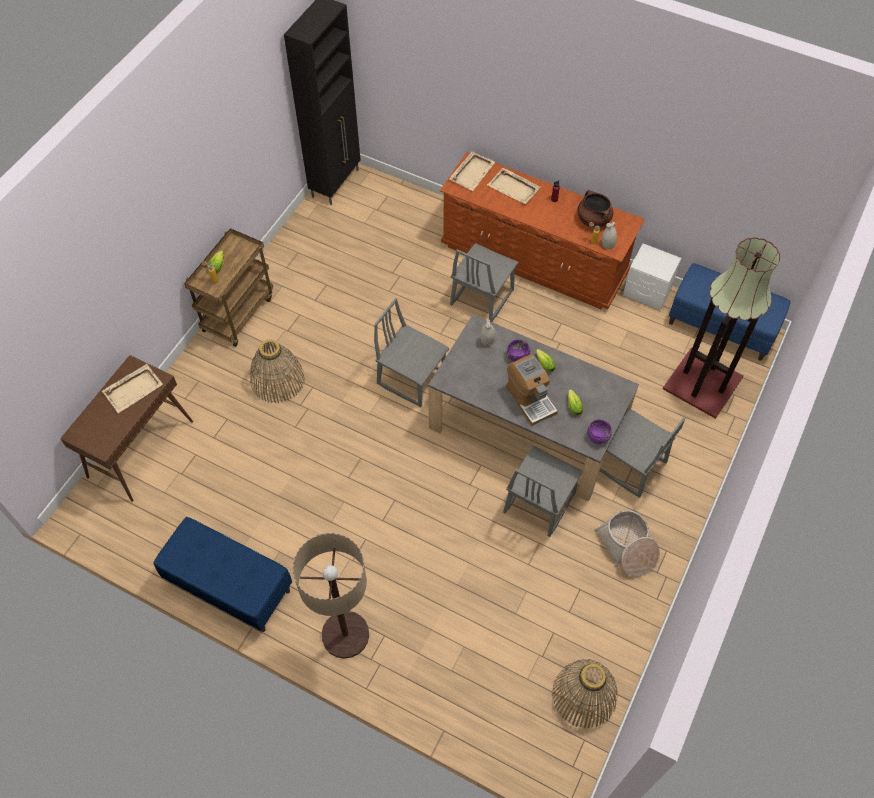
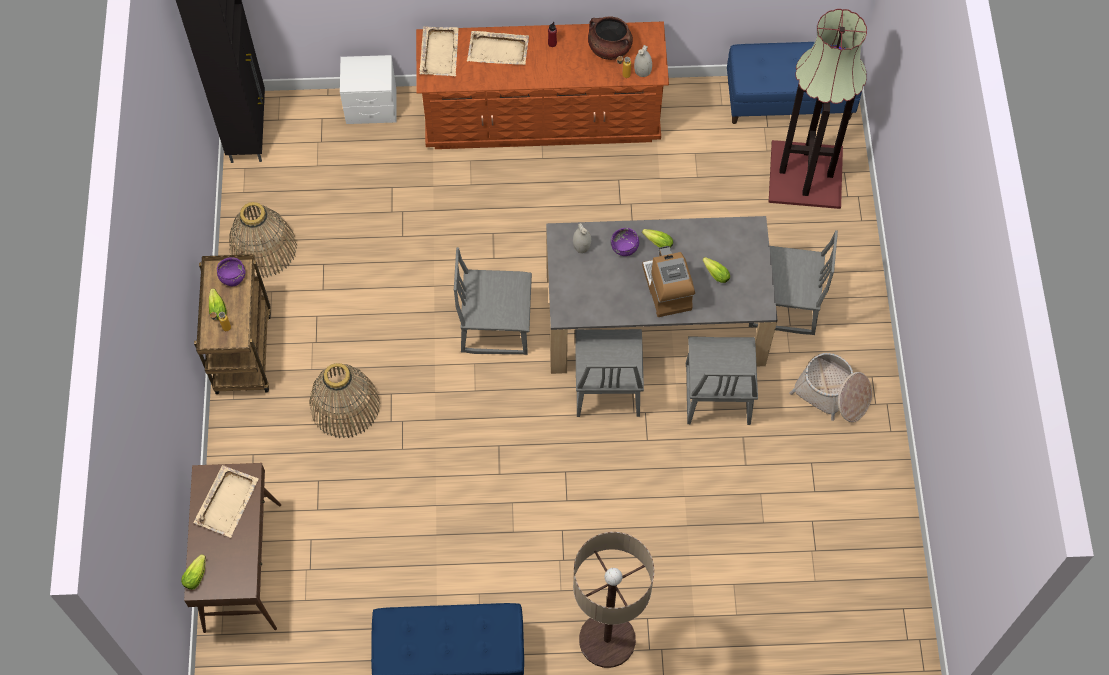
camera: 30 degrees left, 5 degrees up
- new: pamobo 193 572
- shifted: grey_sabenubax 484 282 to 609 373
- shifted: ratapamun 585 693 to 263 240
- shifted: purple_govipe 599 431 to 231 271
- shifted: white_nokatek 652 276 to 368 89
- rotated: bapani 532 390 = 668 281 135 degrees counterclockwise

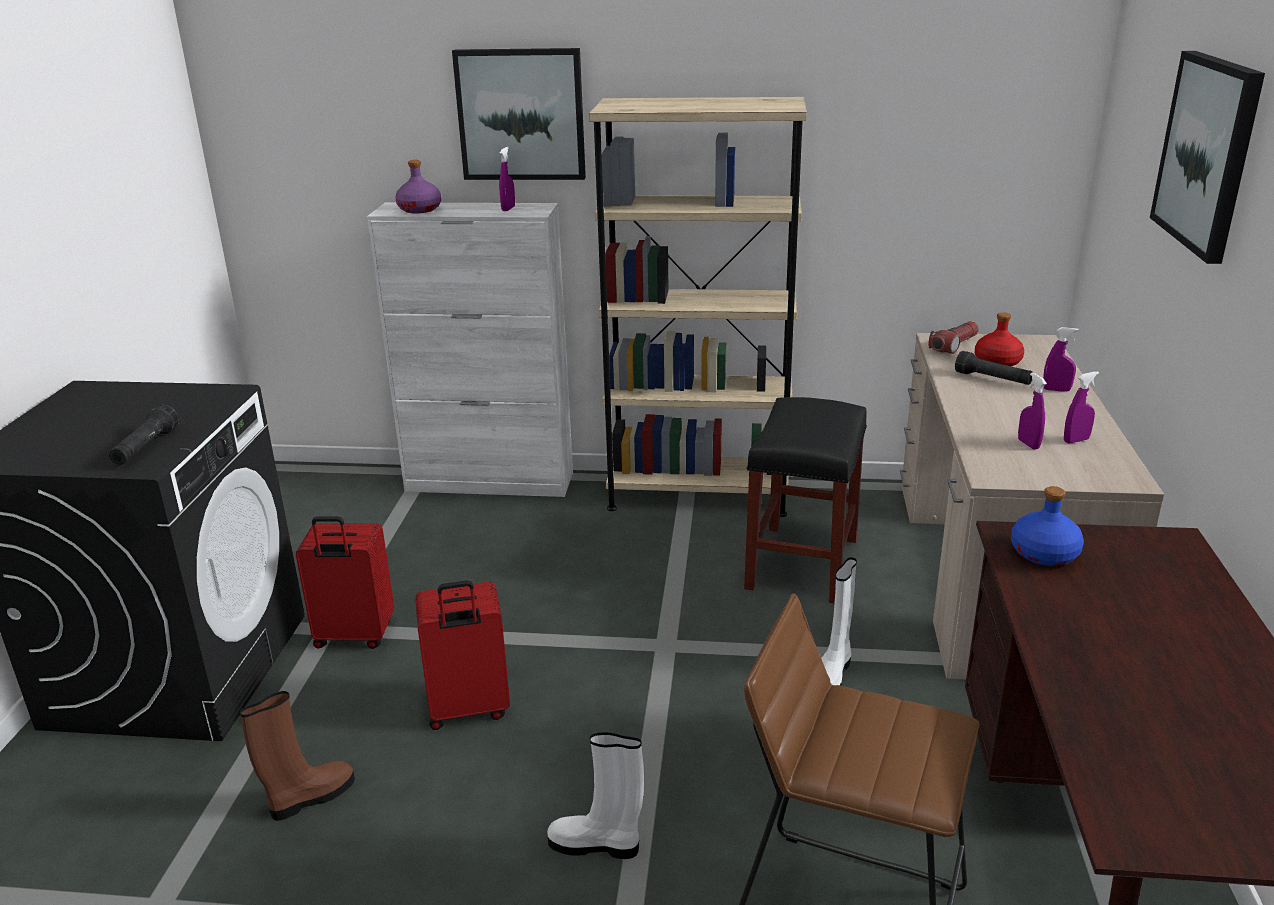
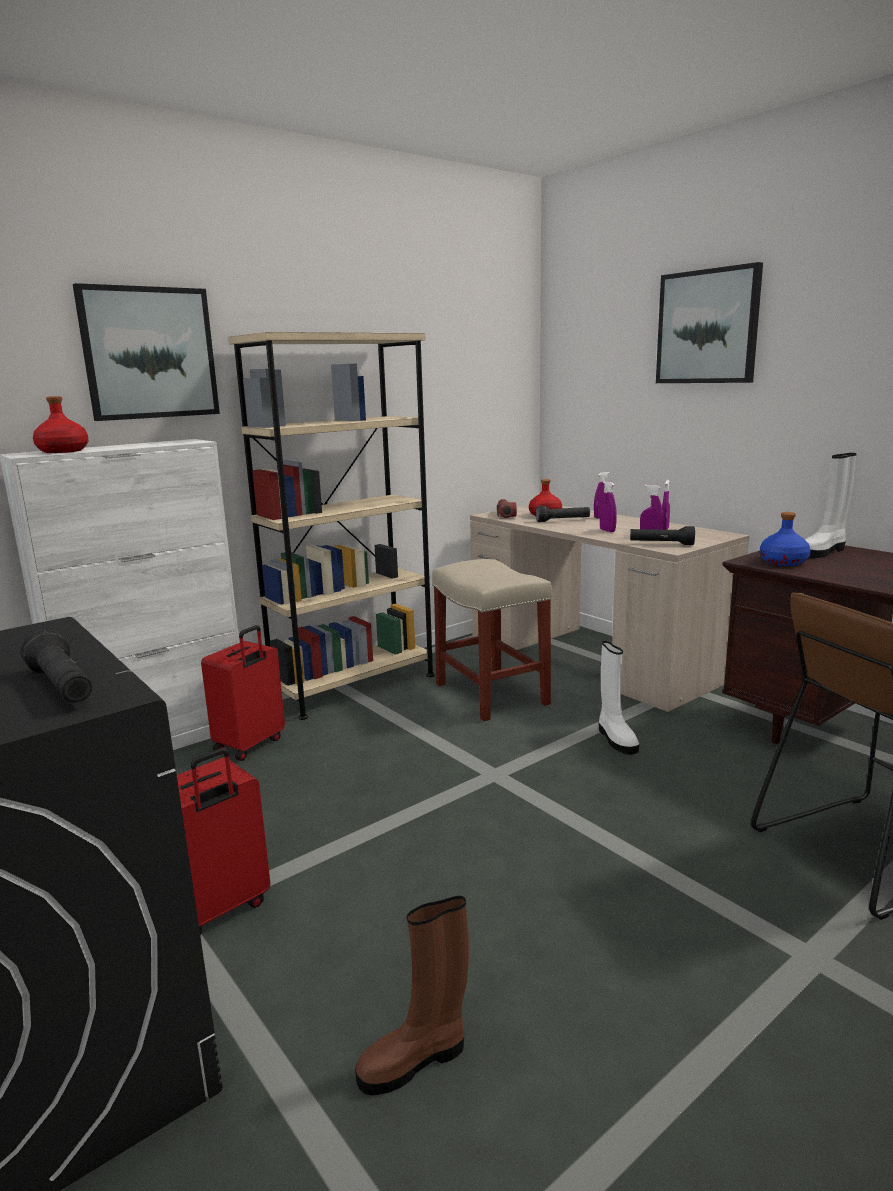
camera: 45 degrees left, 10 degrees down
- new: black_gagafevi 662 535
- shifted: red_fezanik 462 655 to 243 693
- shifted: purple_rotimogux 507 179 to 608 506
- shifted: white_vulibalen 595 795 to 831 505
- repainted: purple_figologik 418 186 to red_figologik 61 424
- repainted: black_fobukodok 805 500 to beige_fobukodok 492 640
- rotated: brown_vulibalen 297 756 = 412 995 120 degrees counterclockwise

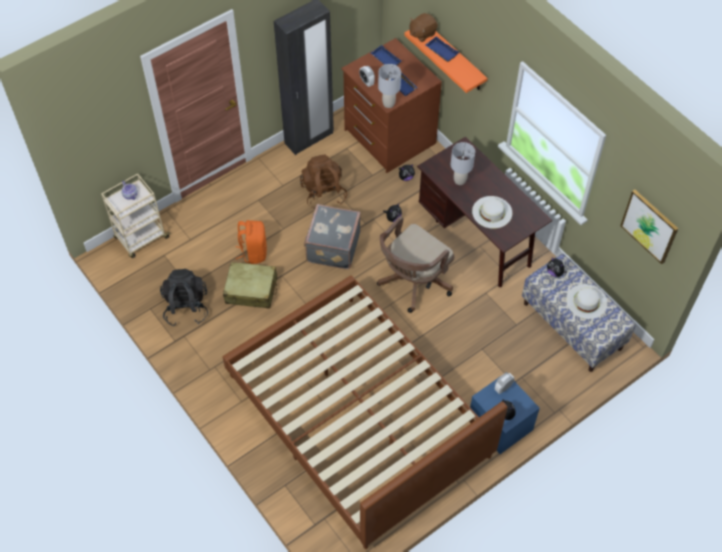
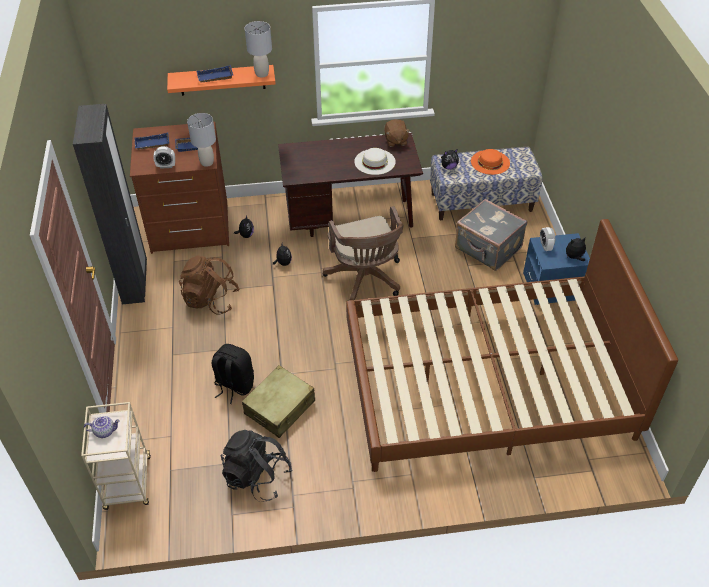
camera: 60 degrees left, 10 degrees down
- gone: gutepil 649 226
- shifted: grey_fezanik 332 236 to 491 235
- shifted: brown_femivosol 423 27 to 397 133
- shifted: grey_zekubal 463 163 to 258 49
- repainted: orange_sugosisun 251 242 to black_sugosisun 233 374
- repainted: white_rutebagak 586 301 to orange_rutebagak 490 162

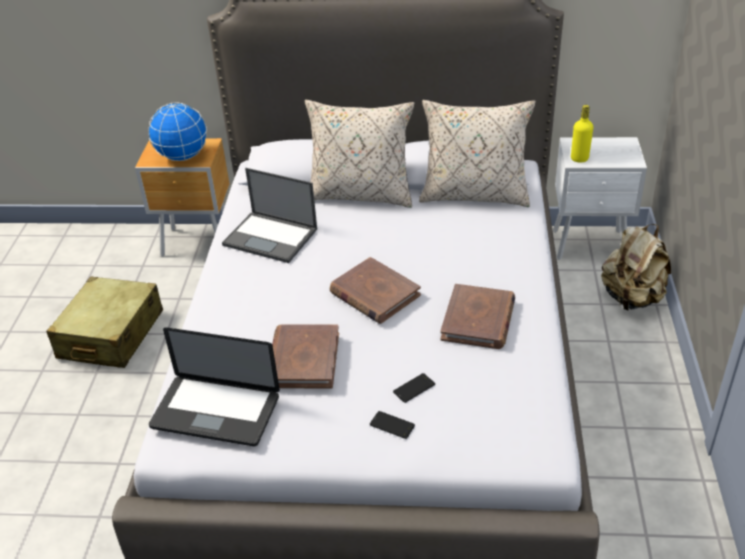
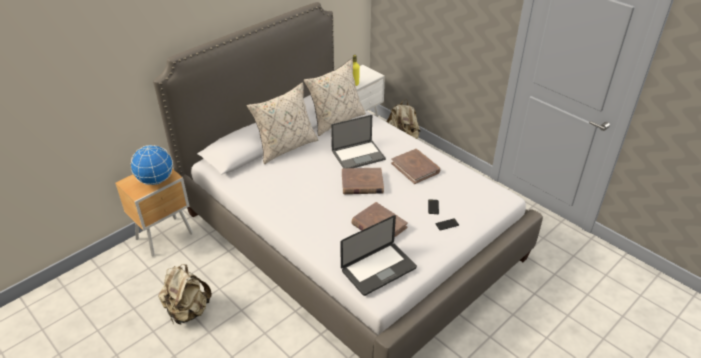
camera: 50 degrees left, 0 degrees up
- shifted: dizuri 269 215 to 358 142
- swapped: beige_fezanik 104 322 to beige_sugosisun 185 294

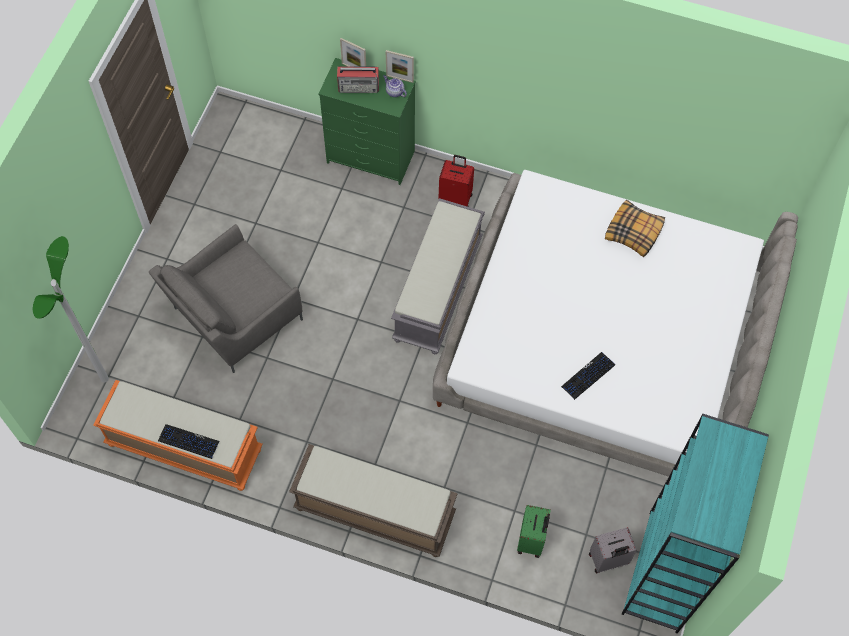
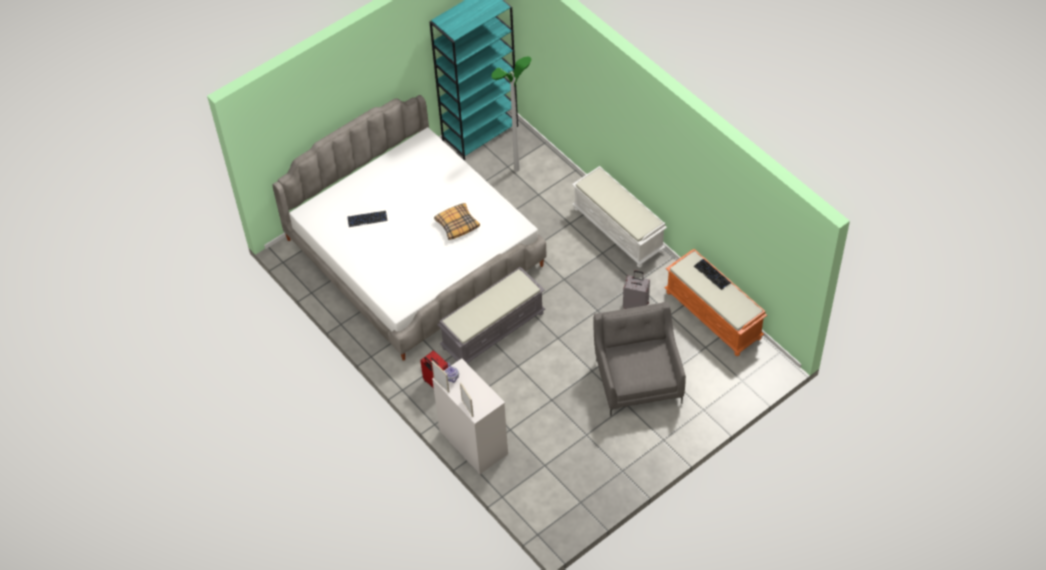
camera: 145 degrees left, 10 degrees down
- gone: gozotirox 358 79
- gone: green_fezanik 534 531
- shifted: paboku 71 309 to 511 114
- shifted: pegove 588 376 to 367 219
- shifted: grey_fezanik 613 550 to 636 289
- shifted: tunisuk 635 228 to 457 221
- repainted: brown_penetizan 373 500 to white_penetizan 619 217
- repainted: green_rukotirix 367 121 to white_rukotirix 470 416
- rotated: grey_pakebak 226 298 = 639 359 90 degrees counterclockwise

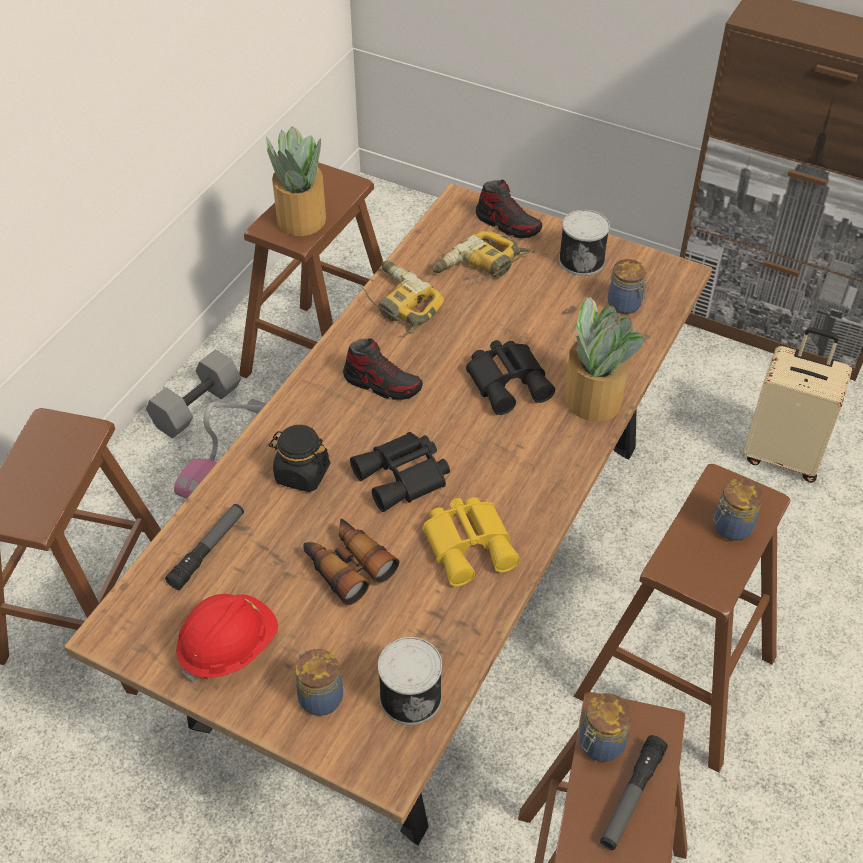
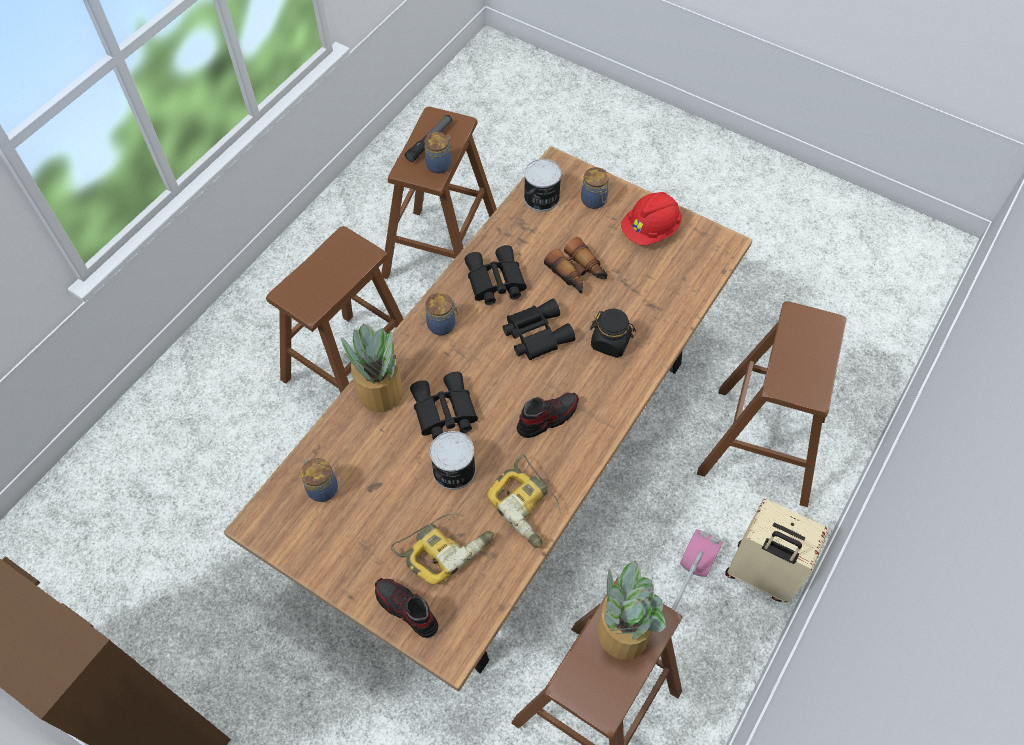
camera: 175 degrees left, 10 degrees up
- gone: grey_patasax 193 394
- gone: gagafevi 204 547
- shifted: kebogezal 584 243 to 453 460
- shifted: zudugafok 738 509 to 441 314
- shifted: beige_fezanik 797 405 to 777 551
- repainted: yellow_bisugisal 471 542 to black_bisugisal 495 275
- rotated: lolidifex 383 369 = 548 415 120 degrees clockwise

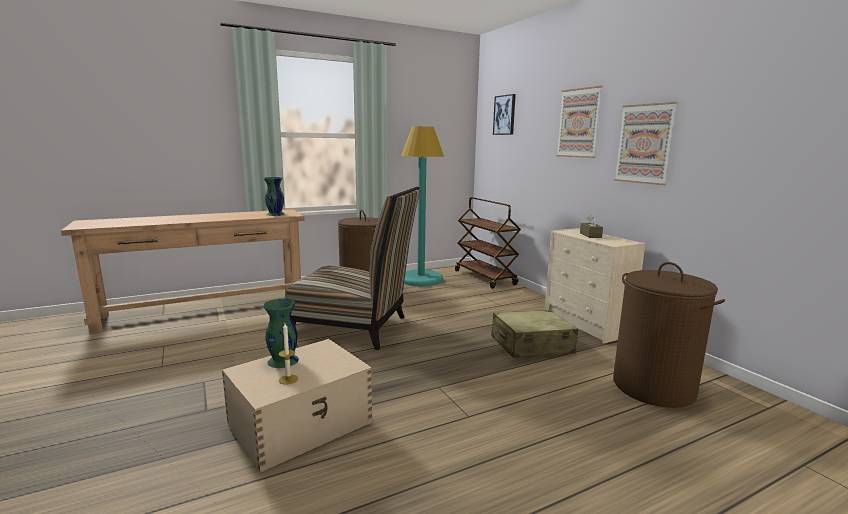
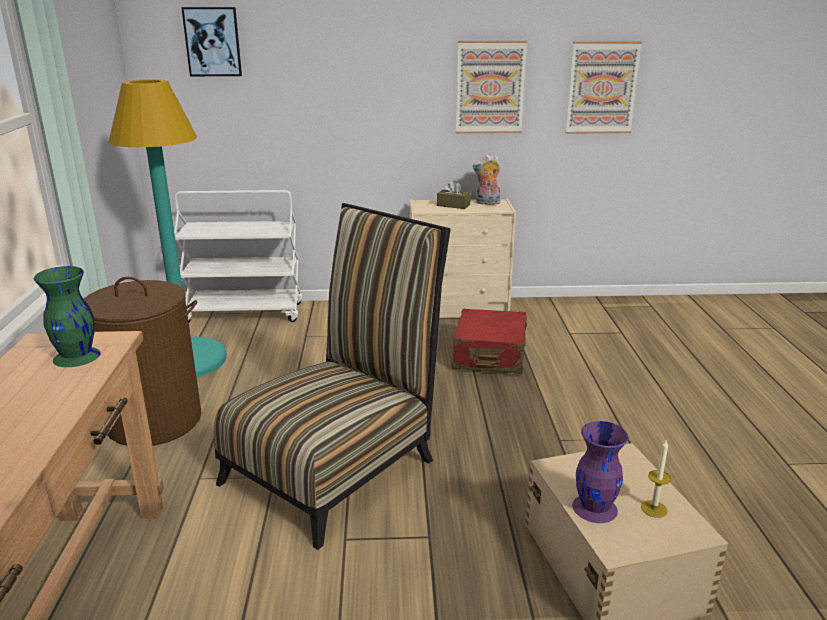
camera: 65 degrees left, 10 degrees up
- gone: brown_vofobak 669 335
- new: femivosol 487 179
- shifted: gutepil 579 122 to 603 87
- repainted: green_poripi 281 333 to purple_poripi 600 472
- repainted: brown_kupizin 488 243 to white_kupizin 238 256
- repainted: beige_fezanik 534 334 to red_fezanik 490 341

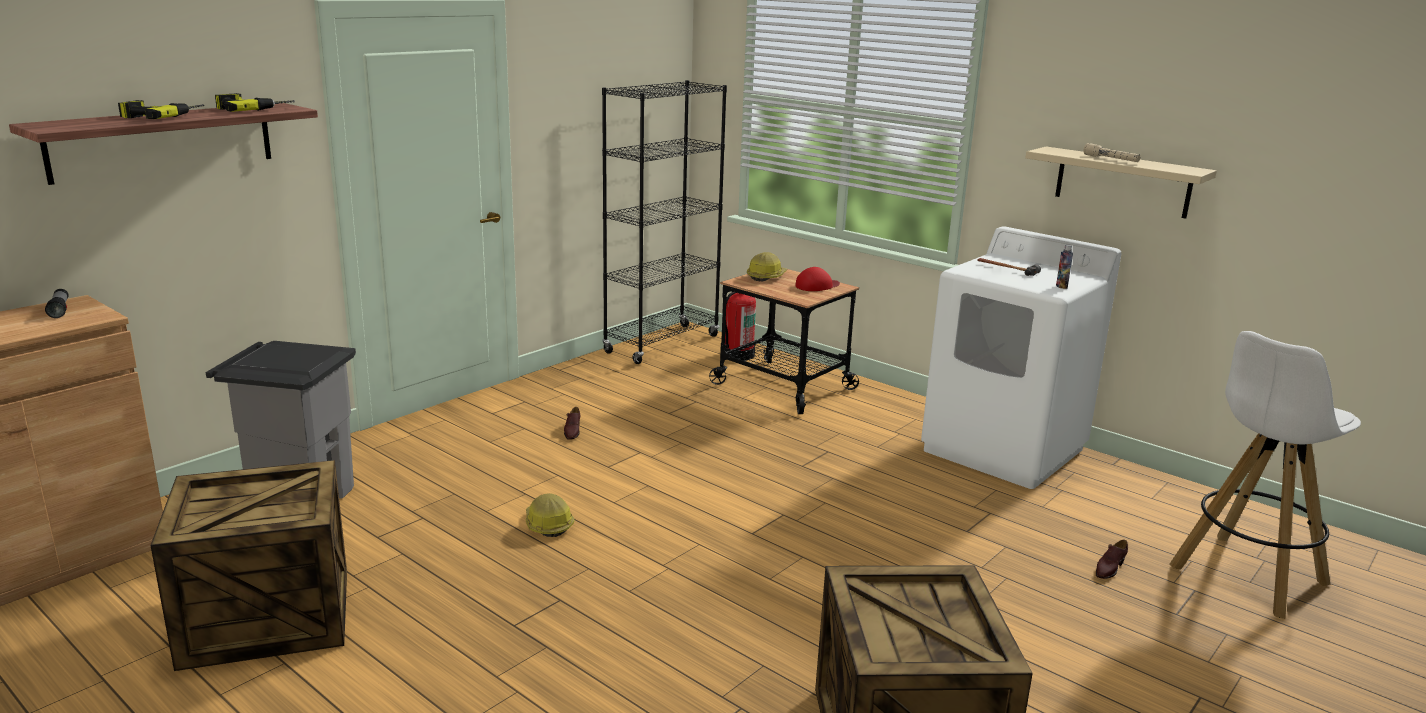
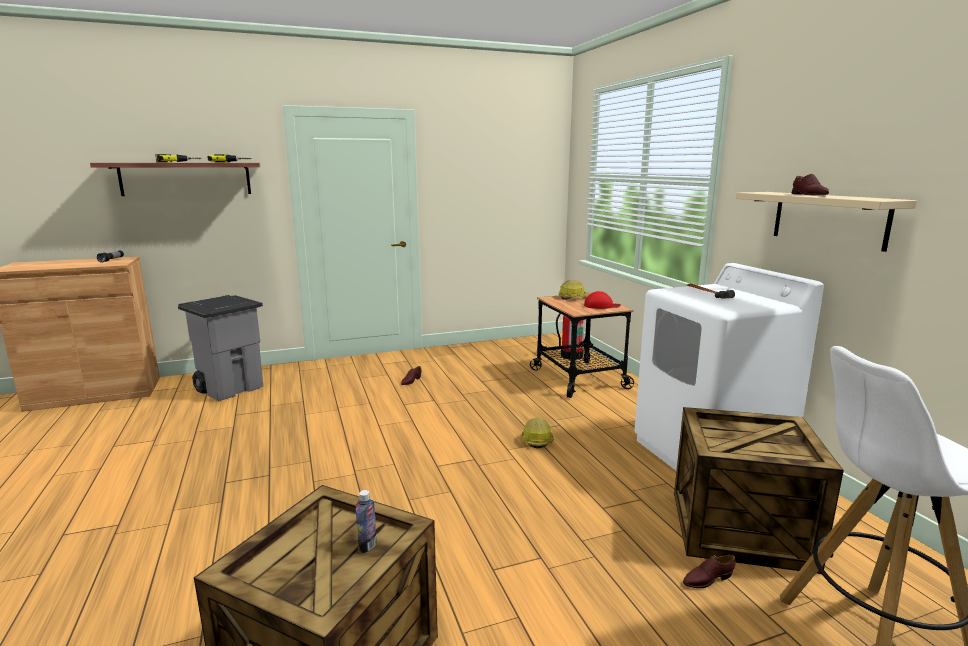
camera: 30 degrees right, 5 degrees down
- gone: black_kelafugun 664 222
- shifted: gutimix 248 565 to 759 490
- shifted: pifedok 550 515 to 537 433
- shifted: figologik 1064 266 to 366 521
- swapped: beige_gagafevi 1111 152 to brown_lolidifex 810 185

